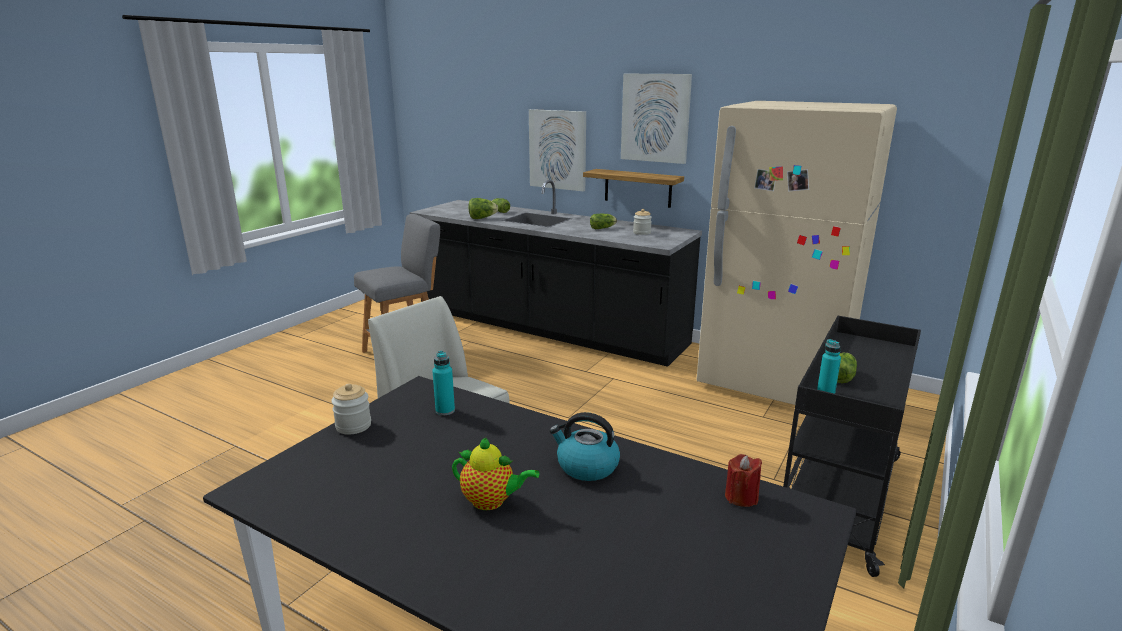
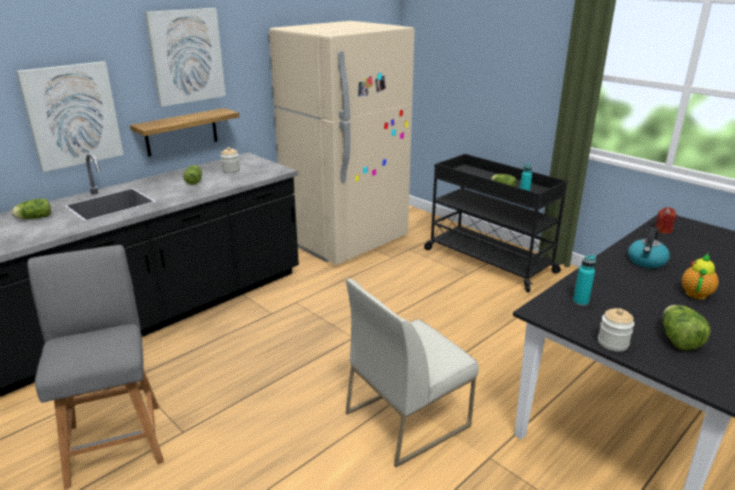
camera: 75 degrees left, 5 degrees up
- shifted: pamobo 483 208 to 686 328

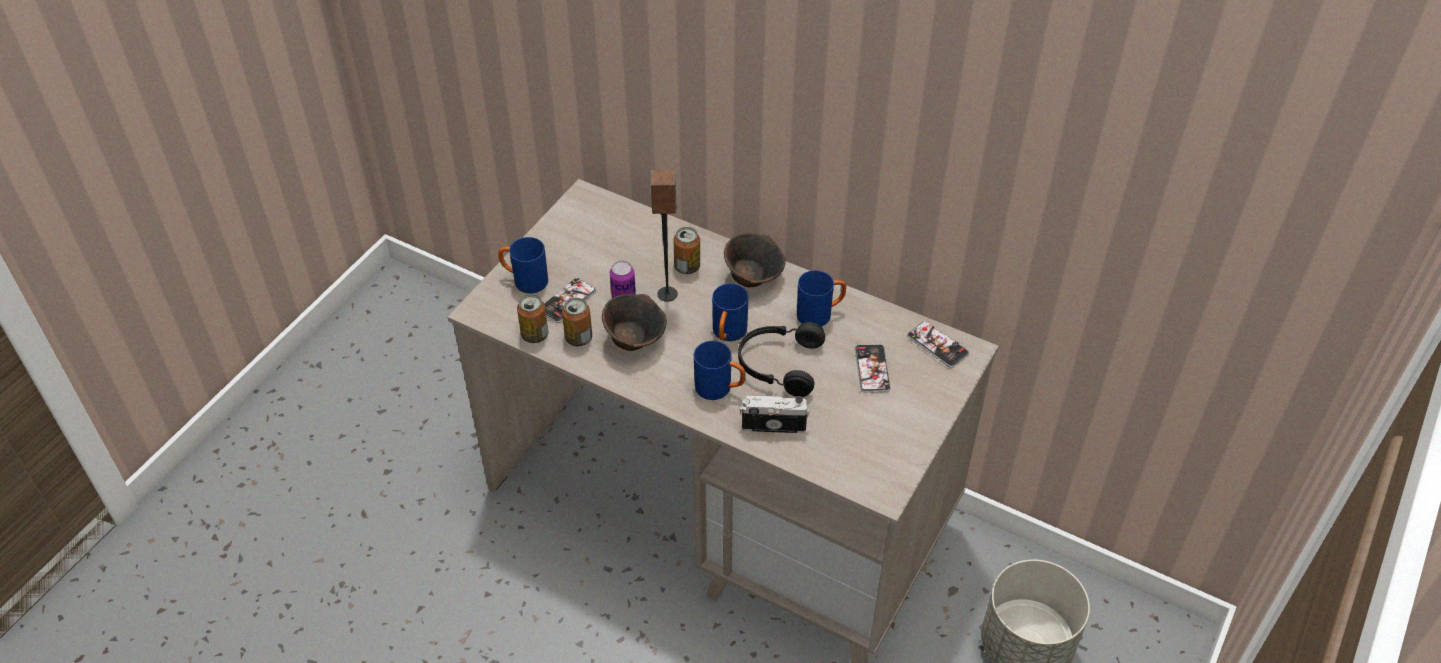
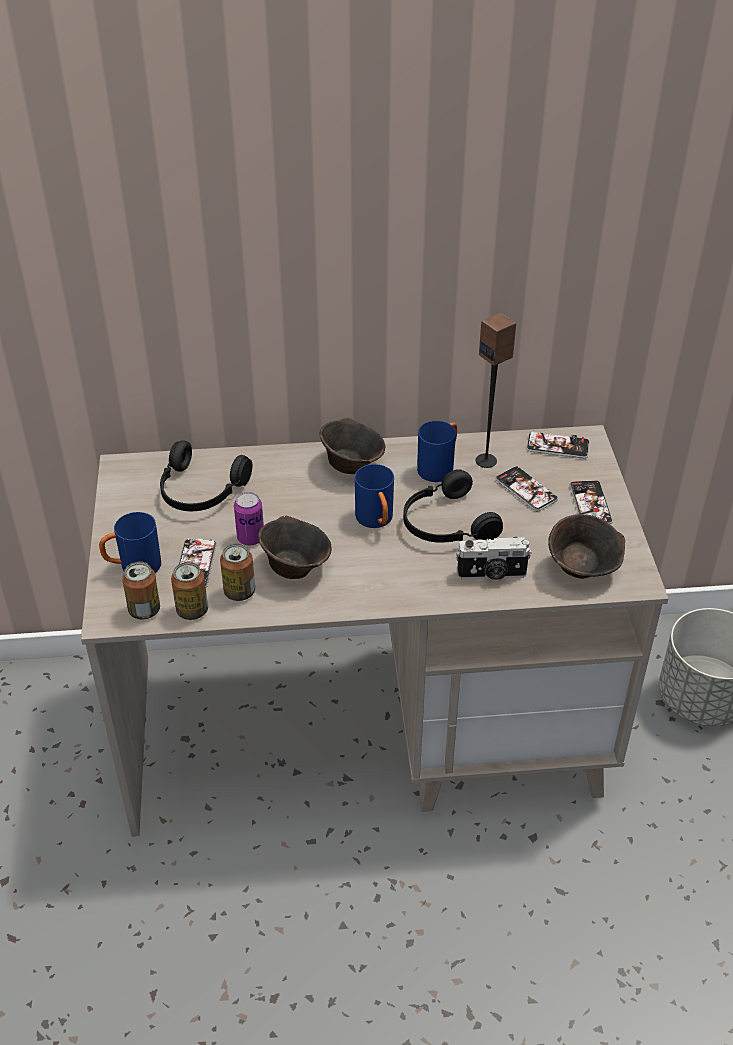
camera: 35 degrees left, 5 degrees down
- gone: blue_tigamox 720 370
- new: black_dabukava 206 475
- new: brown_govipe 586 546
- new: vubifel 591 502
- shifted: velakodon 664 236 to 495 390
- shifted: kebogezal 687 250 to 141 590
- rotated: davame 775 414 = 494 558 150 degrees counterclockwise

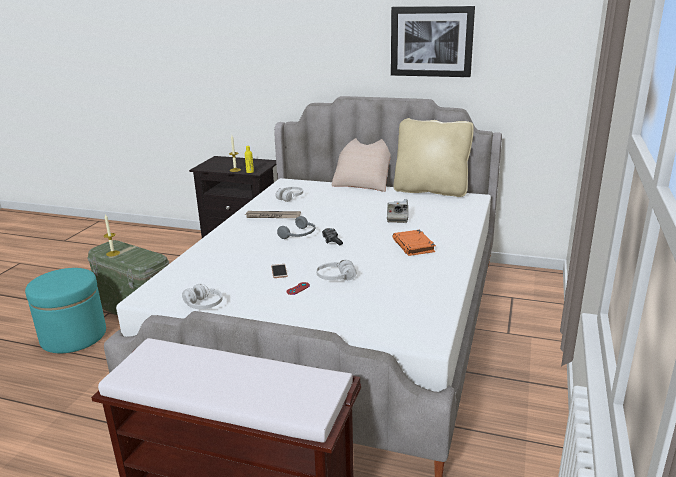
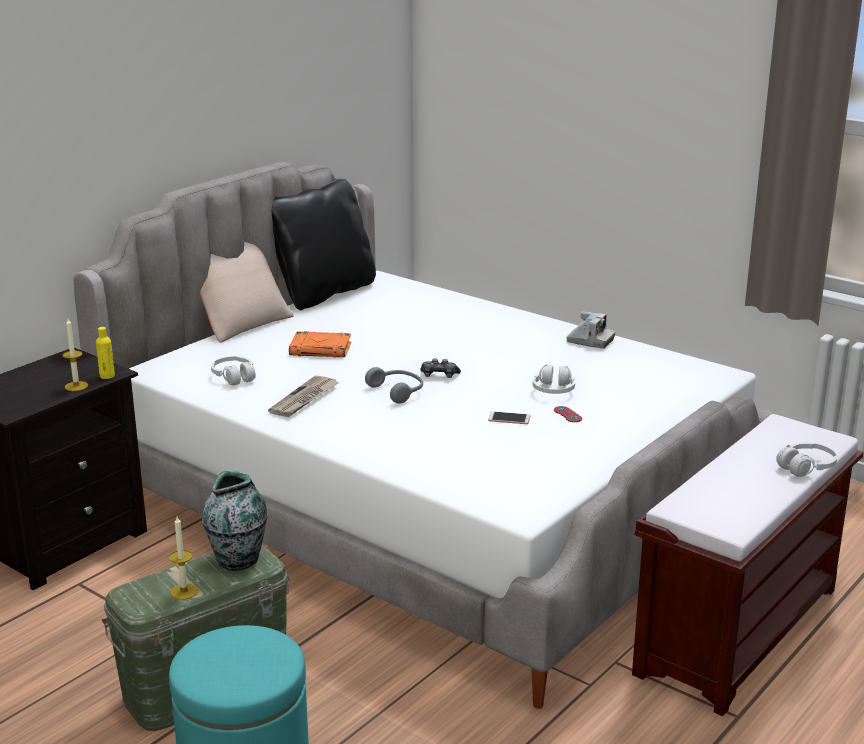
camera: 70 degrees left, 0 degrees up
- gone: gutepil 433 41
- new: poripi 235 521
- shifted: white_dabukava 202 296 to 806 459
- shifted: davame 397 211 to 590 330
- shifted: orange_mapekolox 414 243 to 320 344
- repainted: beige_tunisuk 434 157 to black_tunisuk 323 244

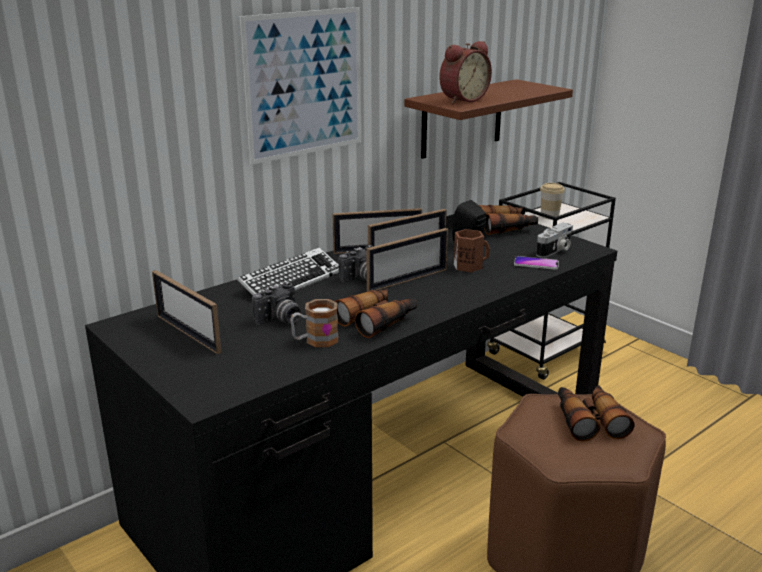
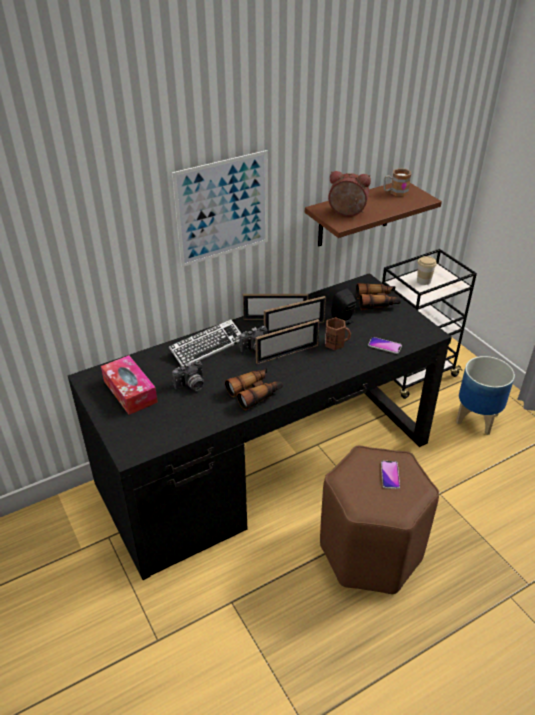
camera: 10 degrees right, 15 degrees up
- gone: davame 554 240
- new: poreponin 485 395
- shifted: tigamox 314 323 to 397 182
- swapped: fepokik 187 312 to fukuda 129 385
- swapped: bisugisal 596 413 to vubifel 390 475
- rotated: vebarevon 465 72 = 349 194 135 degrees counterclockwise

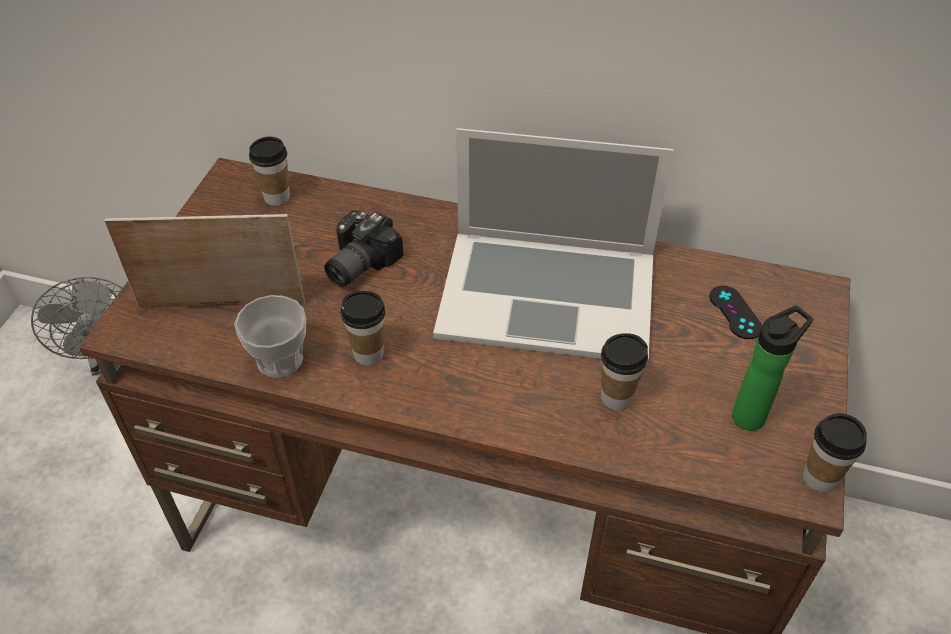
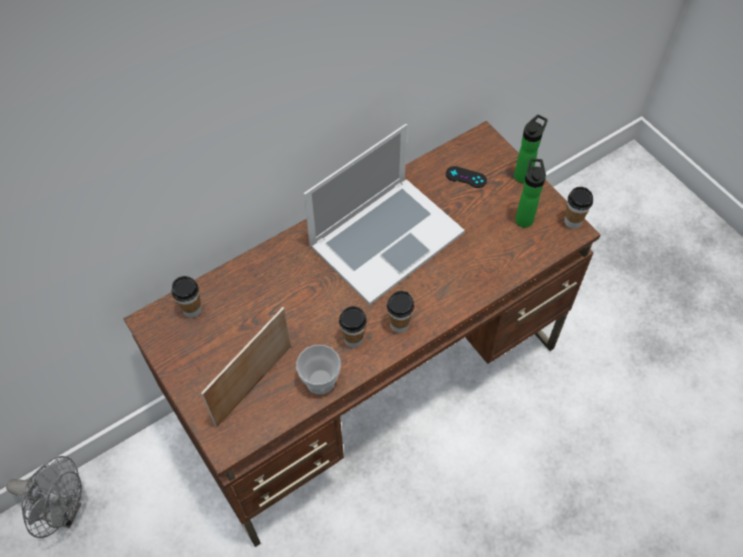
camera: 50 degrees left, 10 degrees up
- gone: davame 364 248
- new: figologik 531 149
- shifted: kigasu 624 371 to 400 312

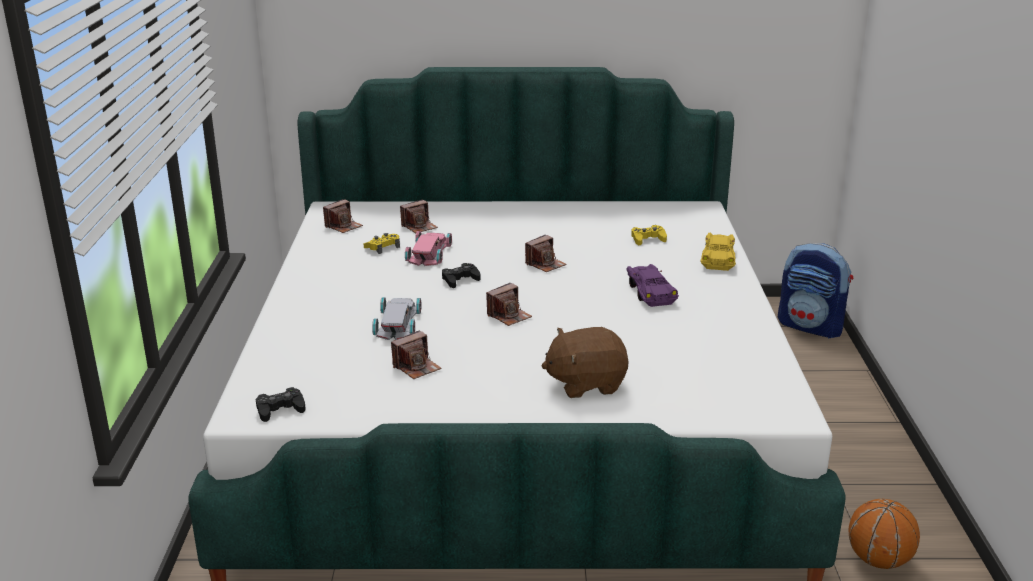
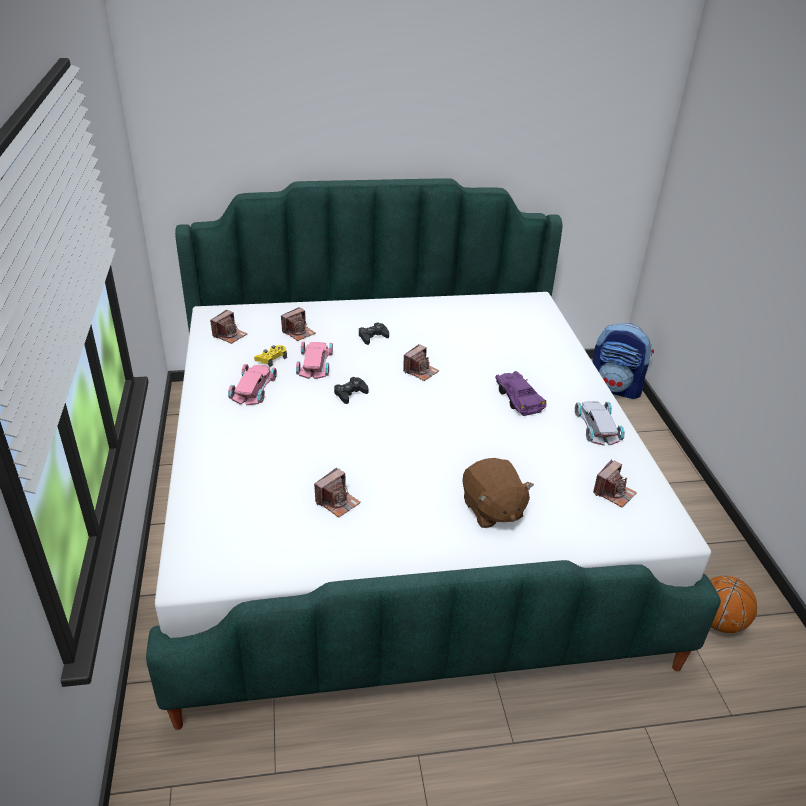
camera: 10 degrees left, 10 degrees up
- gone: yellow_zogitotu 649 235
- gone: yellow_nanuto 718 252
- new: pink_nanuto 252 385
- shifted: black_zogitotu 280 404 to 374 334
- shifted: white_nanuto 396 318 to 600 423
- shifted: davame 509 304 to 615 483
- rotated: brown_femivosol 585 362 = 498 493 90 degrees counterclockwise

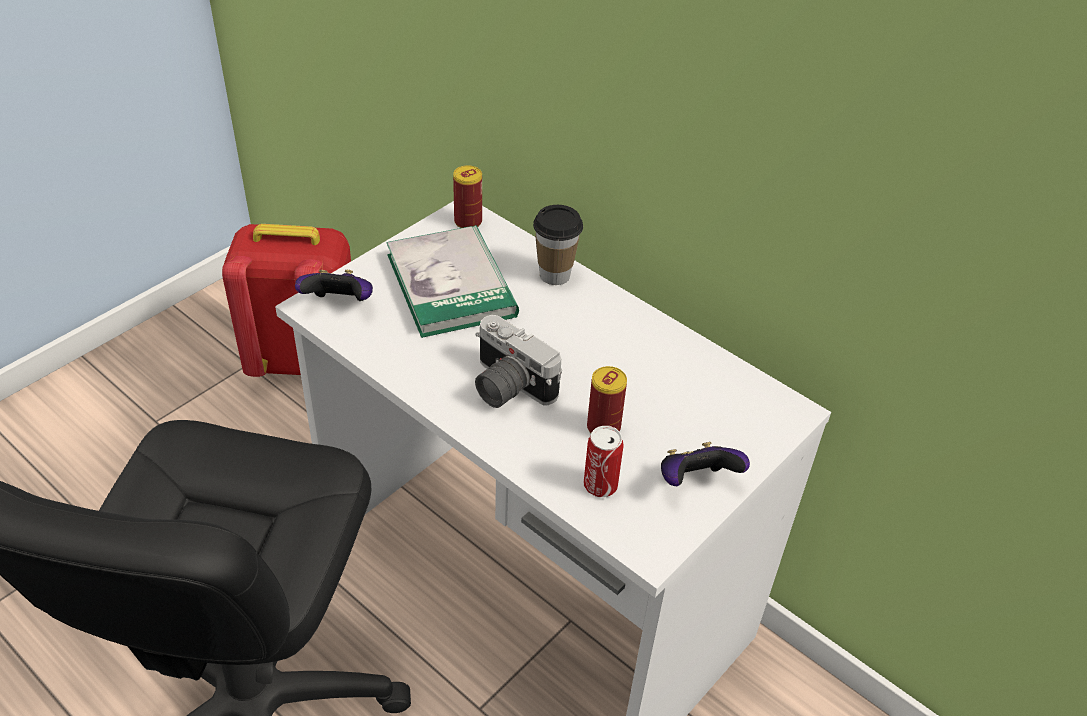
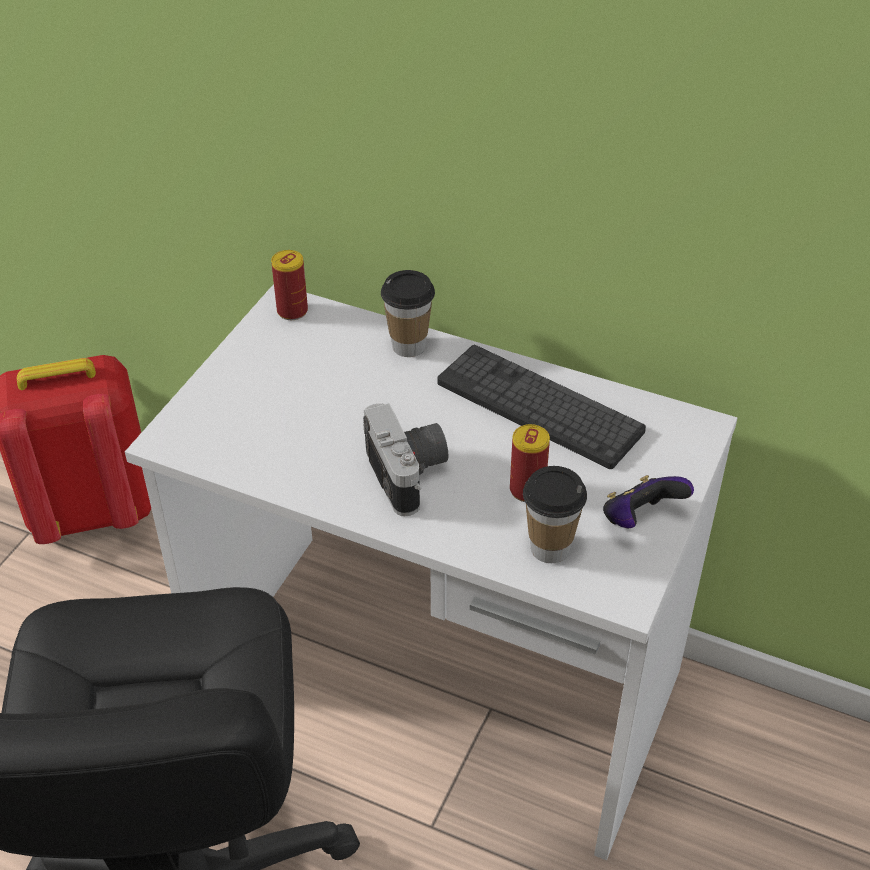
camera: 15 degrees left, 0 degrees up
- gone: zogitotu 334 285
- gone: mapekolox 452 281
- new: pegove 541 407
- swapped: kebogezal 604 461 to kigasu 555 514
- rotated: davame 518 361 = 405 459 135 degrees counterclockwise

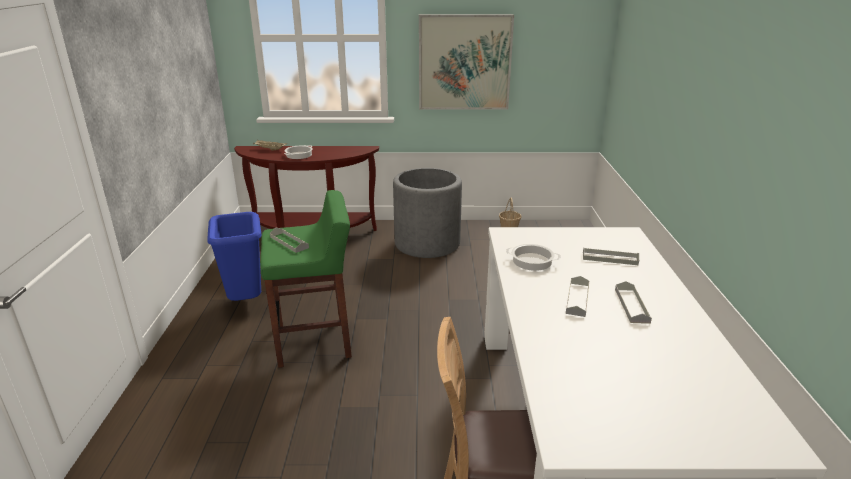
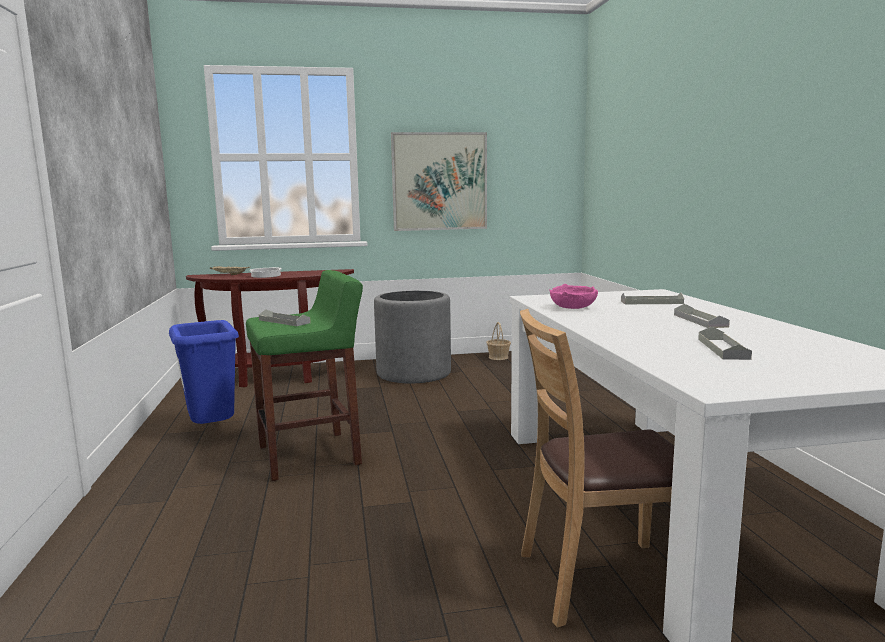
camera: 10 degrees left, 15 degrees down
- shifted: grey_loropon 577 296 to 725 343
- swapped: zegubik 533 257 to pink_govipe 573 296

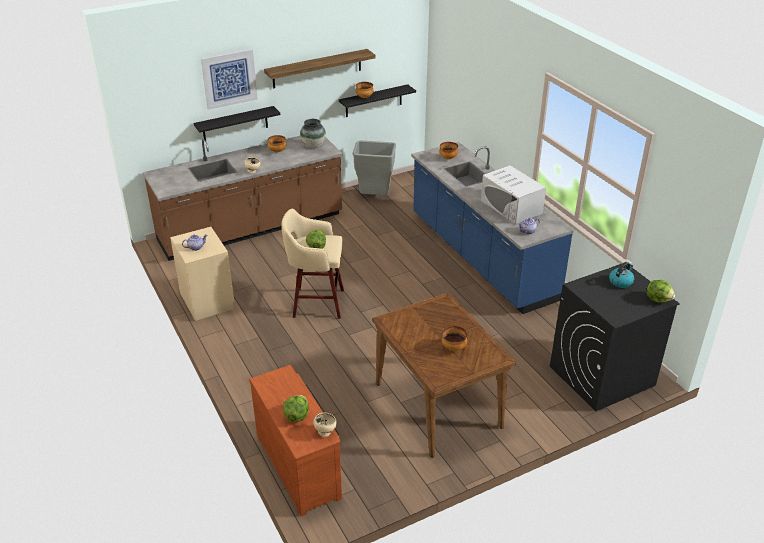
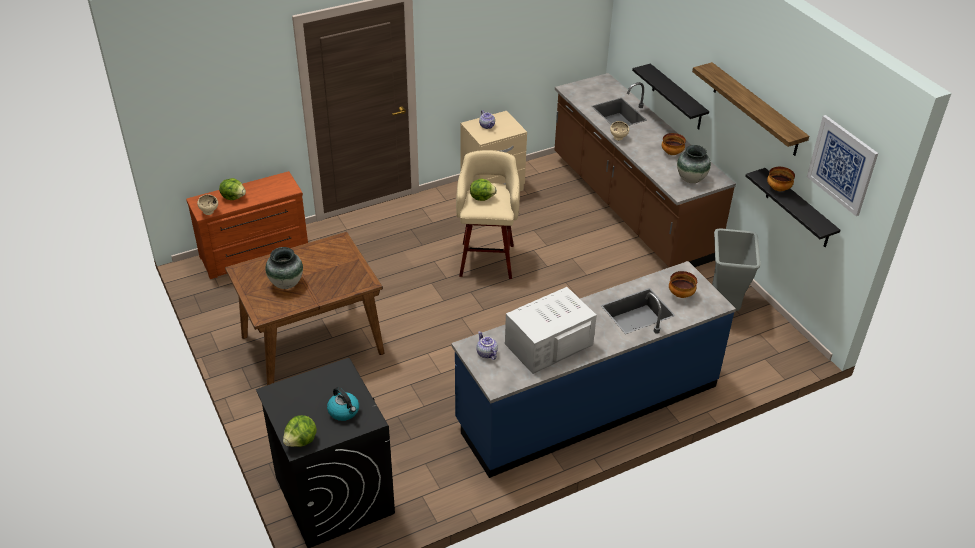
camera: 90 degrees right, 5 degrees up
- shifted: gutepil 229 79 to 842 165
- swapped: govipe 454 338 to poripi 284 268

